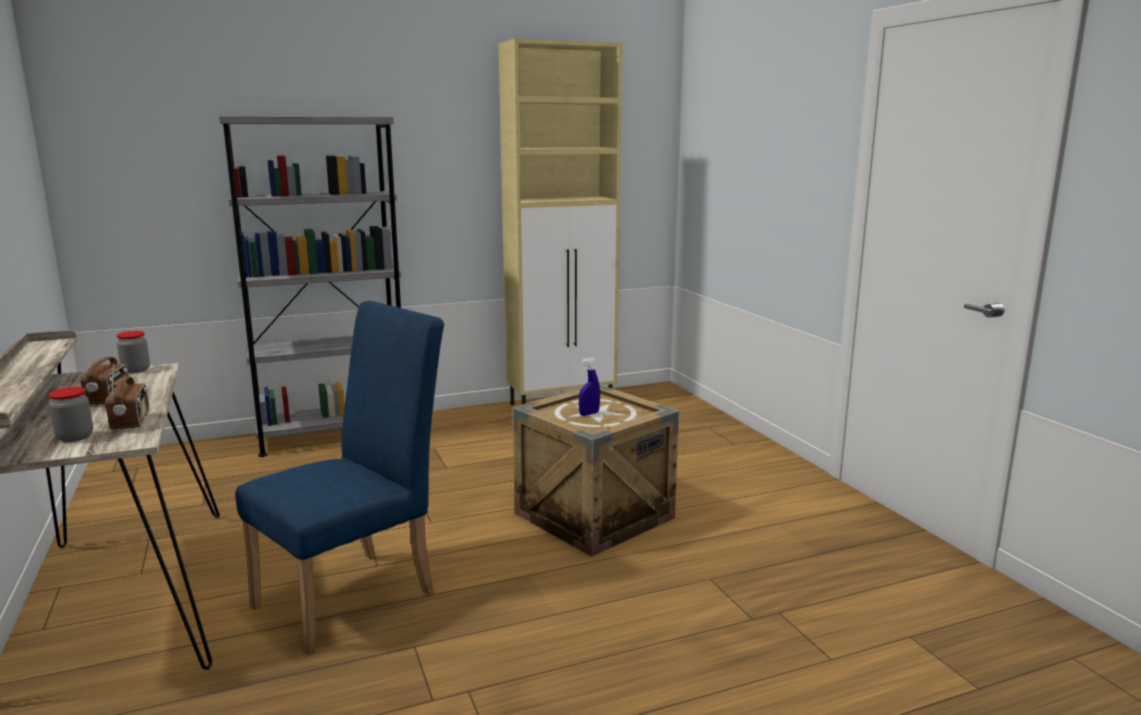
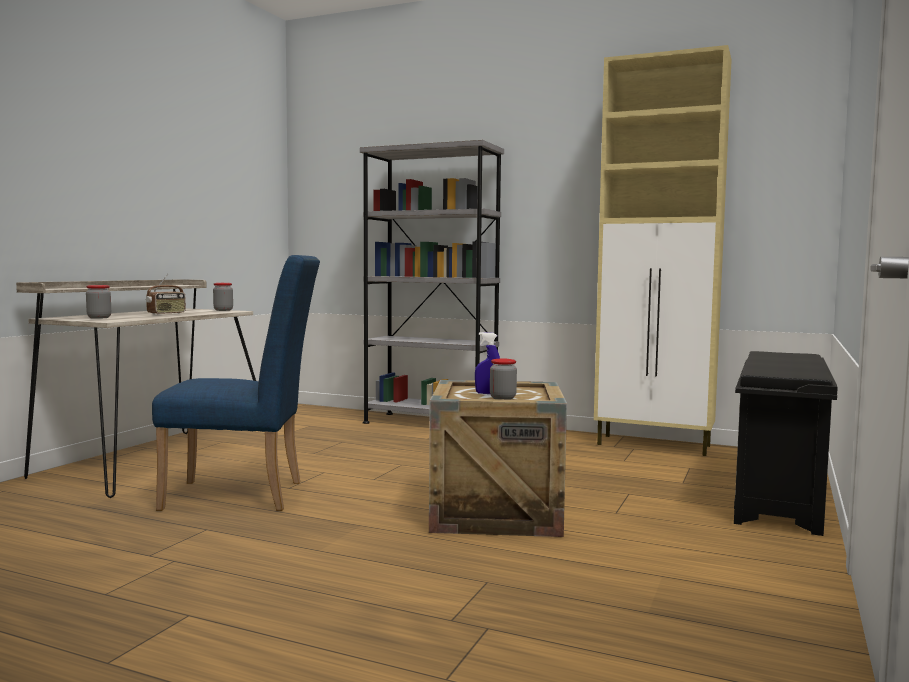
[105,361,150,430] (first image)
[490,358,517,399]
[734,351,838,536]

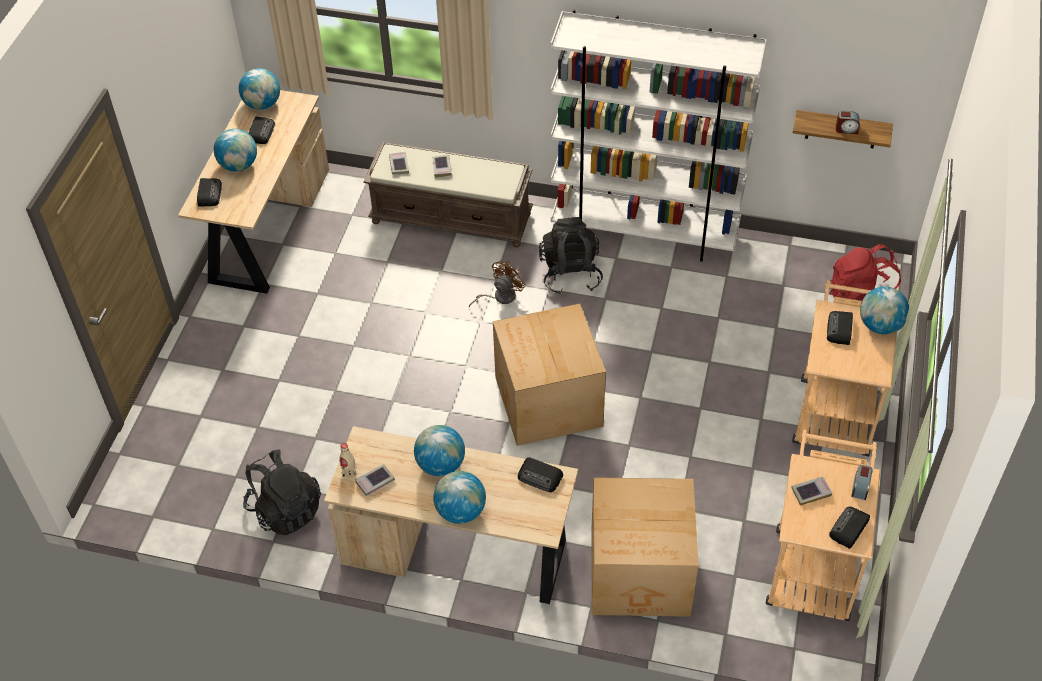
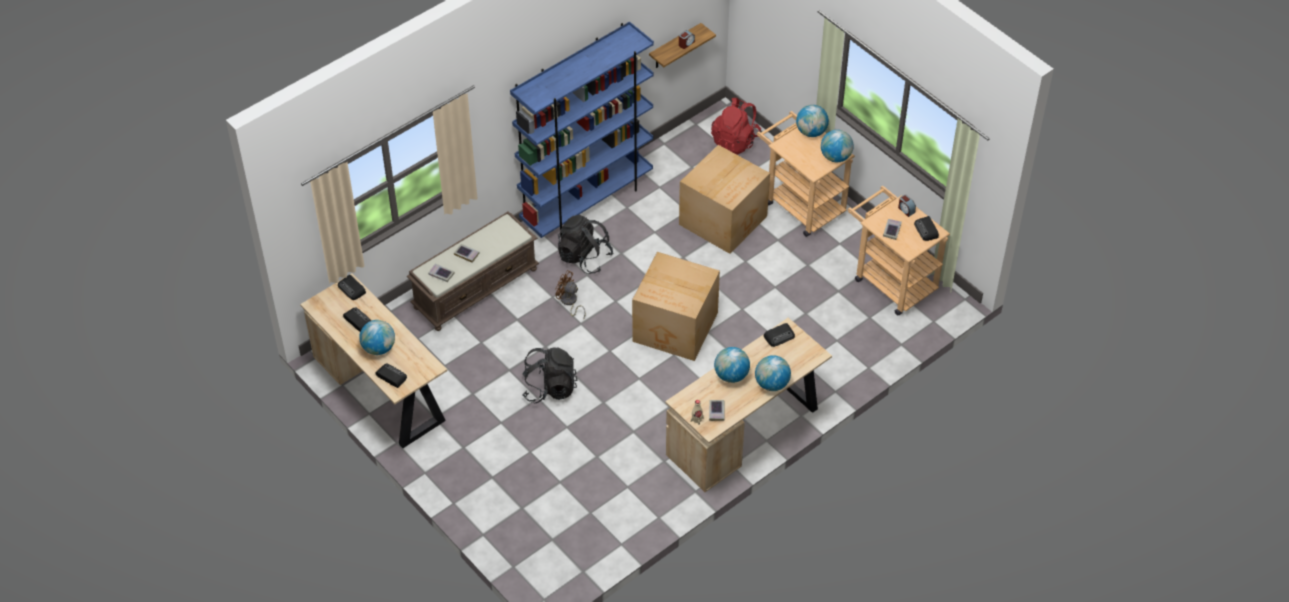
[821,130,854,162]
[522,348,577,403]
[555,270,586,320]
[510,21,654,238]
[679,145,770,254]
[338,275,366,300]

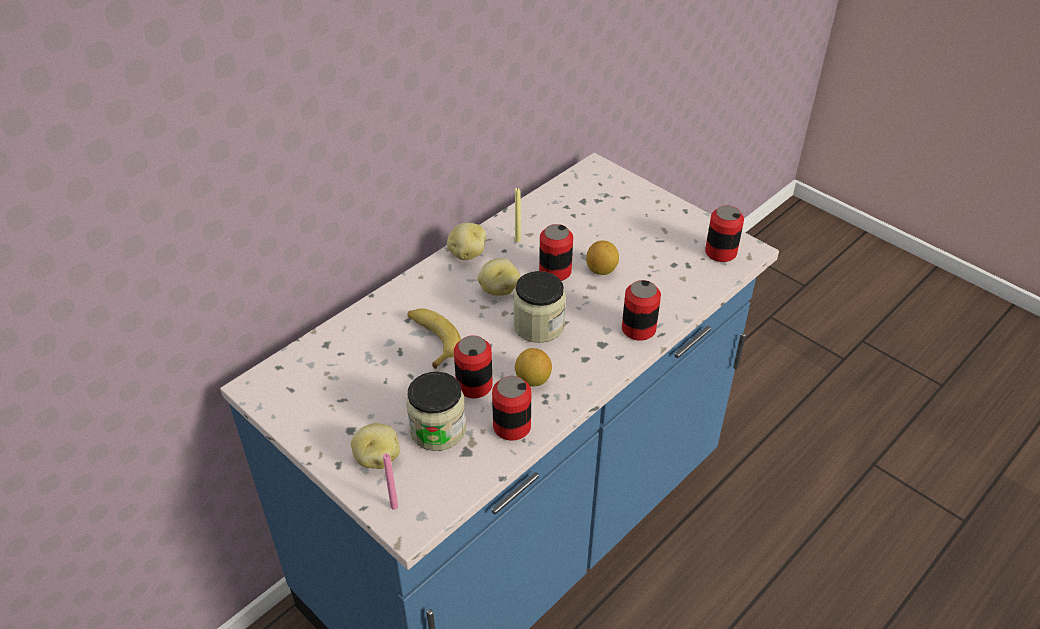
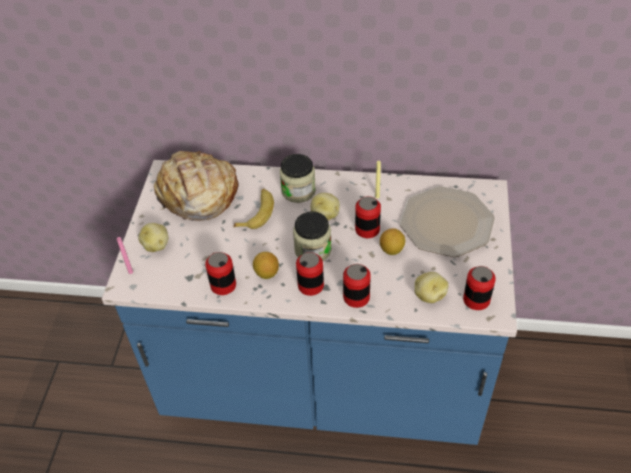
[280,154,316,203]
[415,272,448,303]
[296,252,324,296]
[154,151,239,221]
[400,186,495,257]

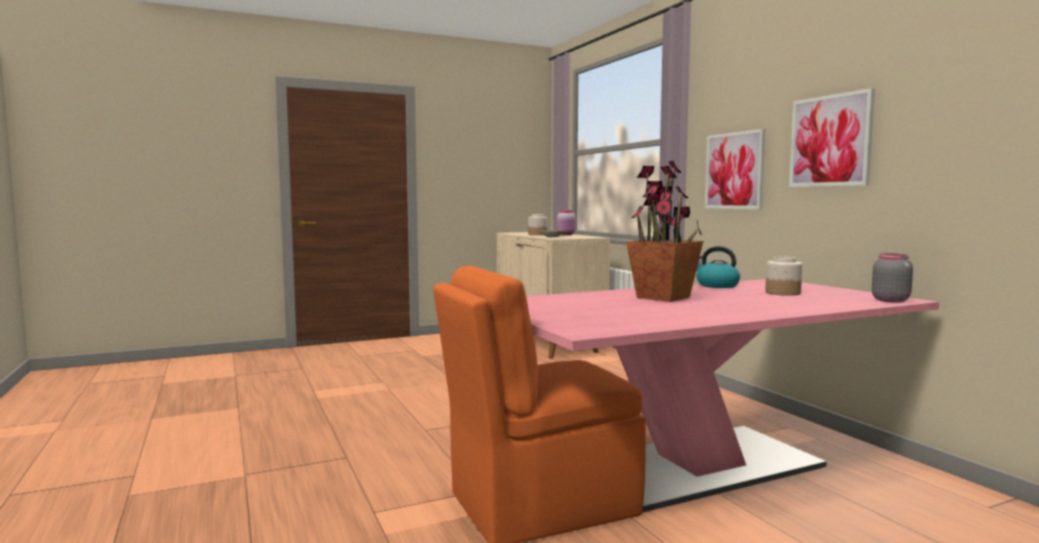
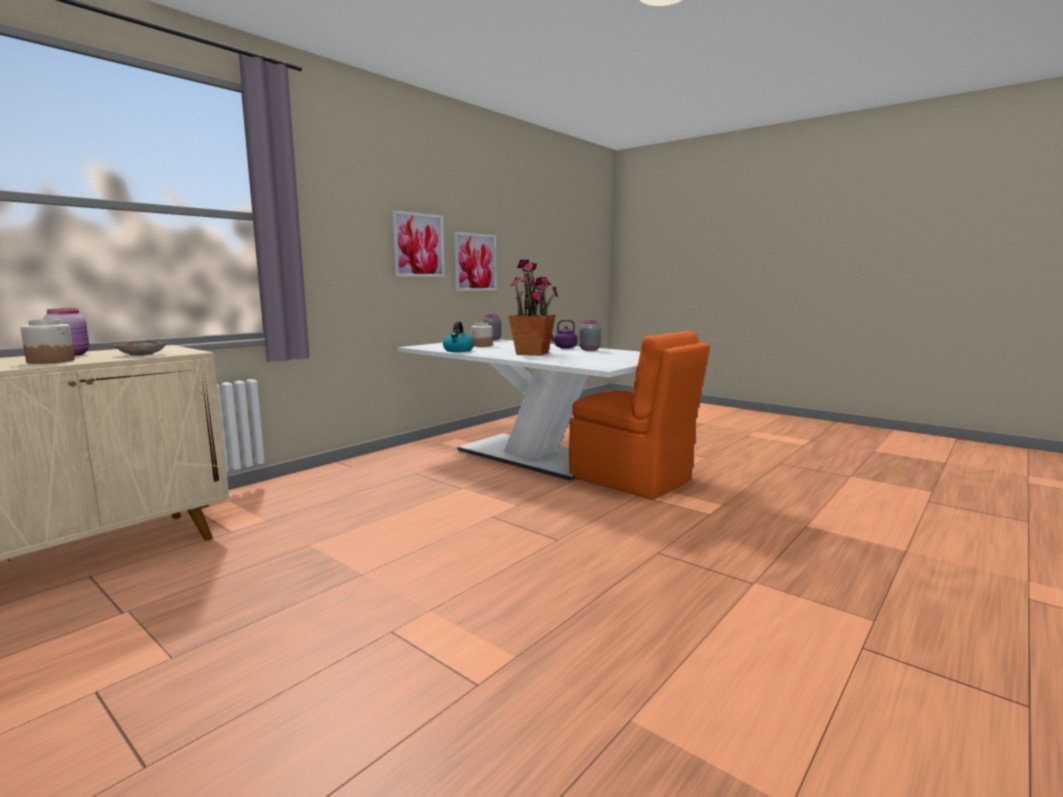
[398,339,640,480]
[454,232,497,291]
[551,320,577,349]
[579,320,601,351]

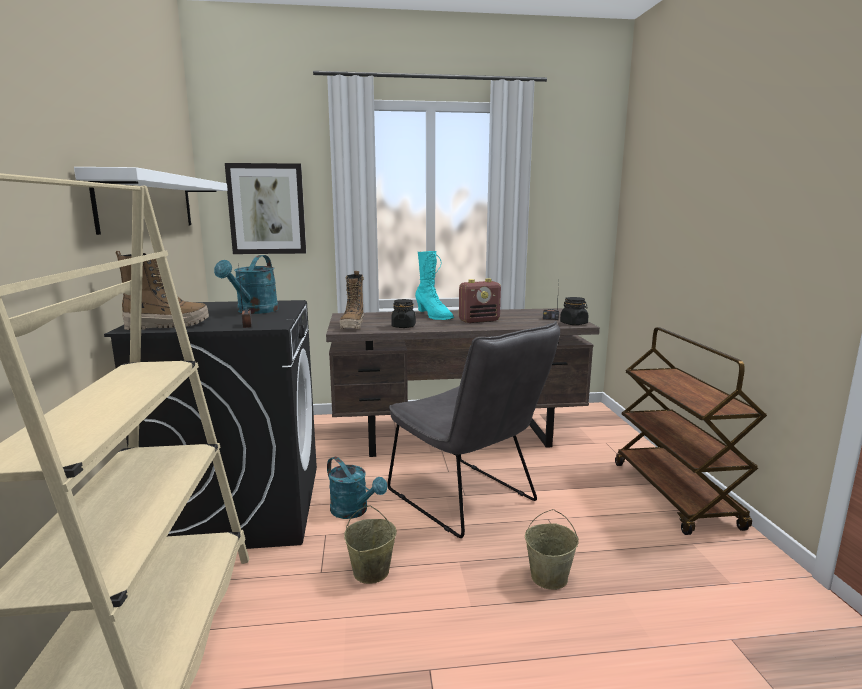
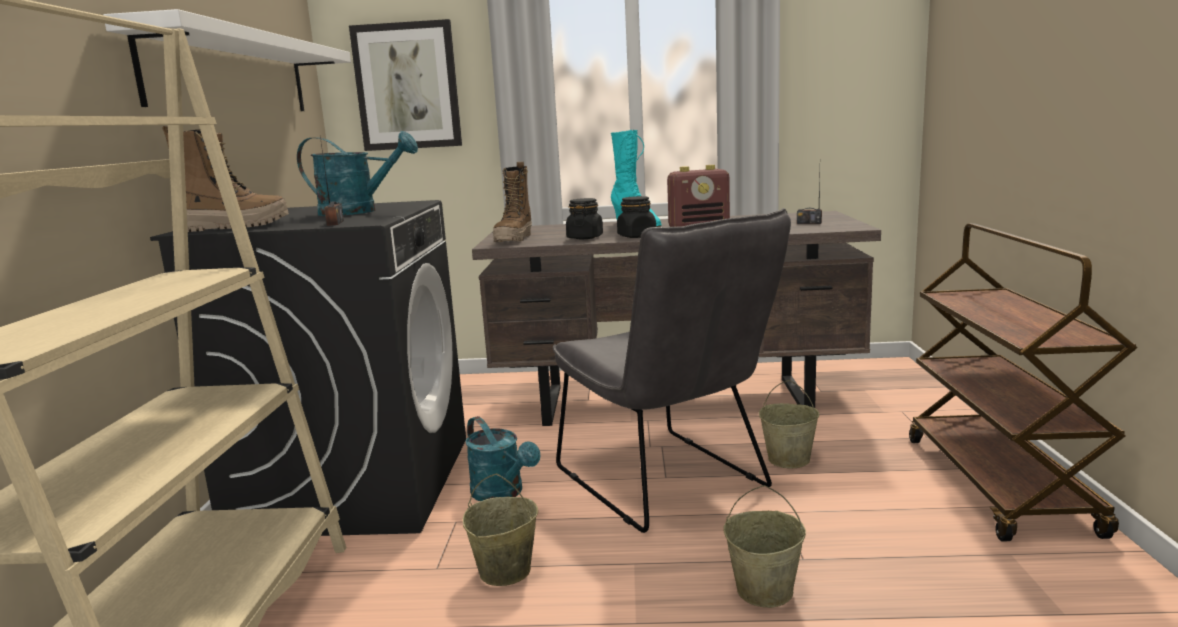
[297,131,418,216]
[617,196,656,238]
[759,380,819,469]

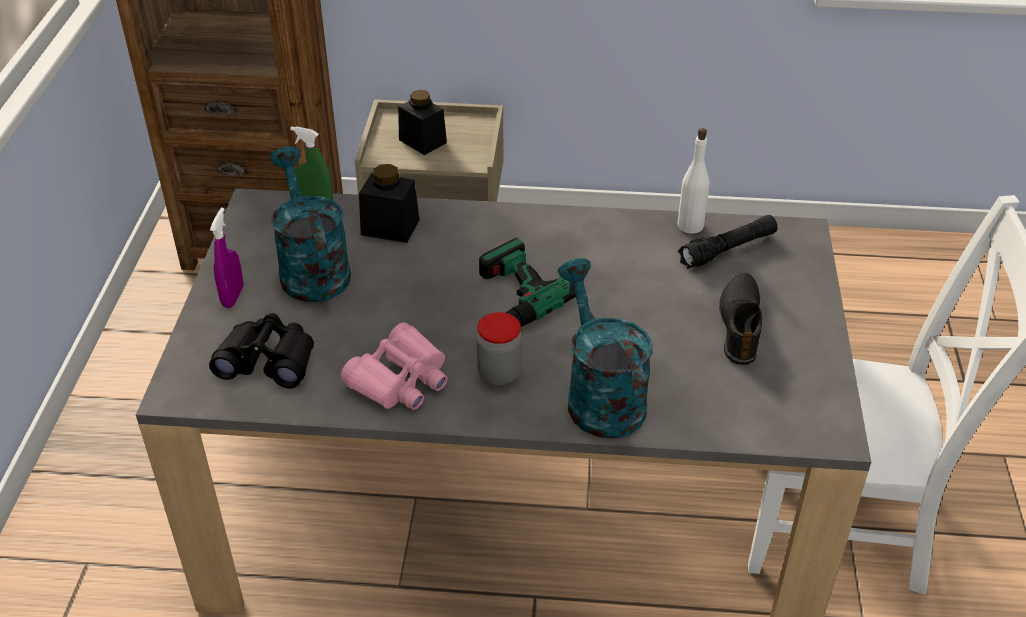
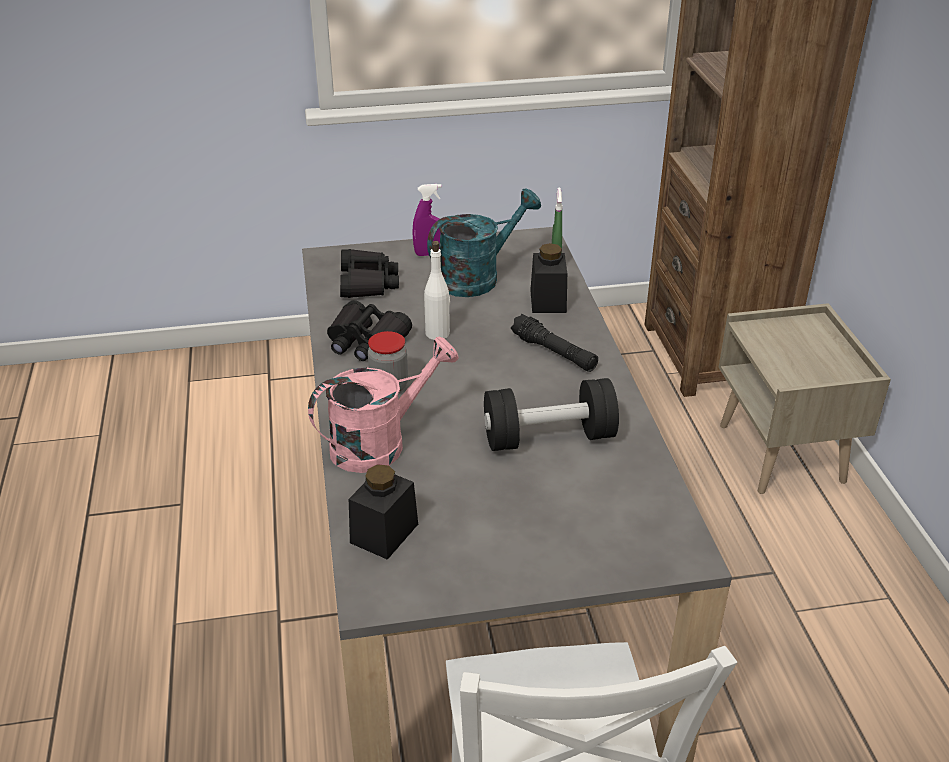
[327,300,412,361]
[349,464,418,560]
[479,238,576,327] (first image)
[308,337,459,473]
[424,241,450,340]
[511,314,598,372]
[719,273,762,365] (first image)
[484,378,619,451]

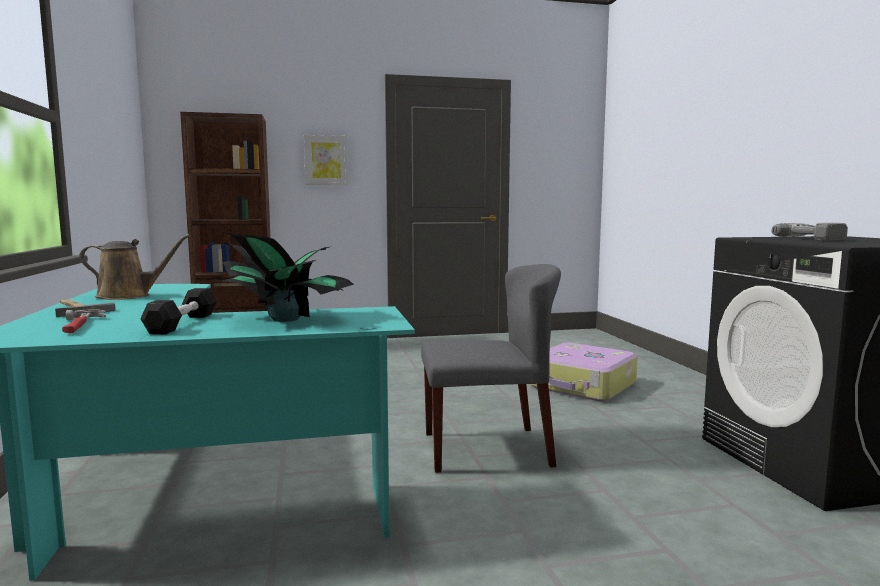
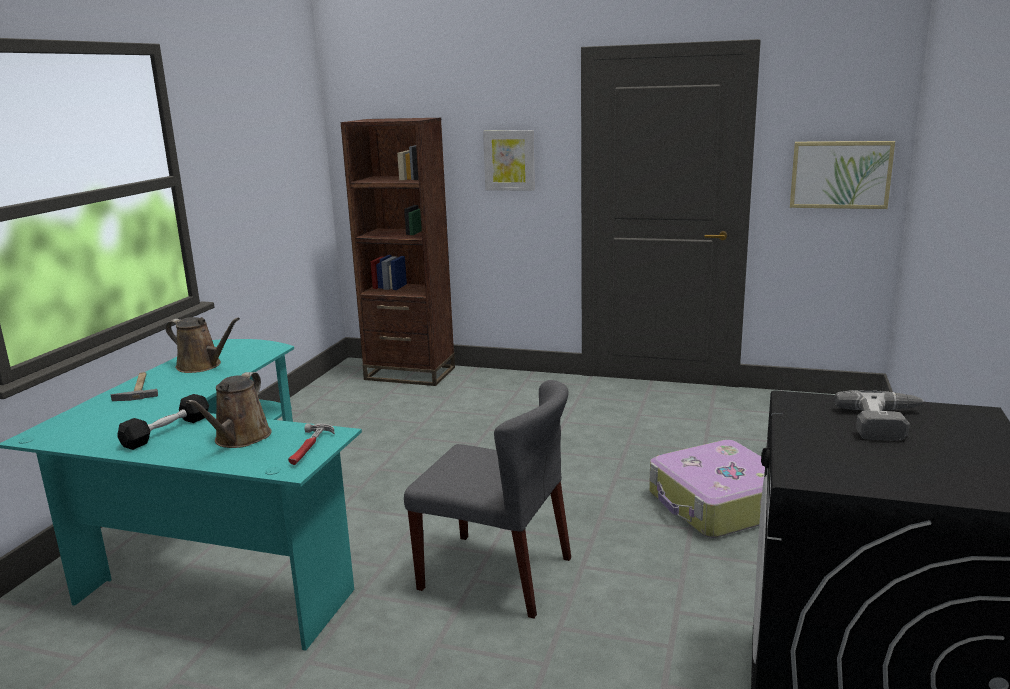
[288,424,335,465]
[186,372,272,448]
[790,141,895,209]

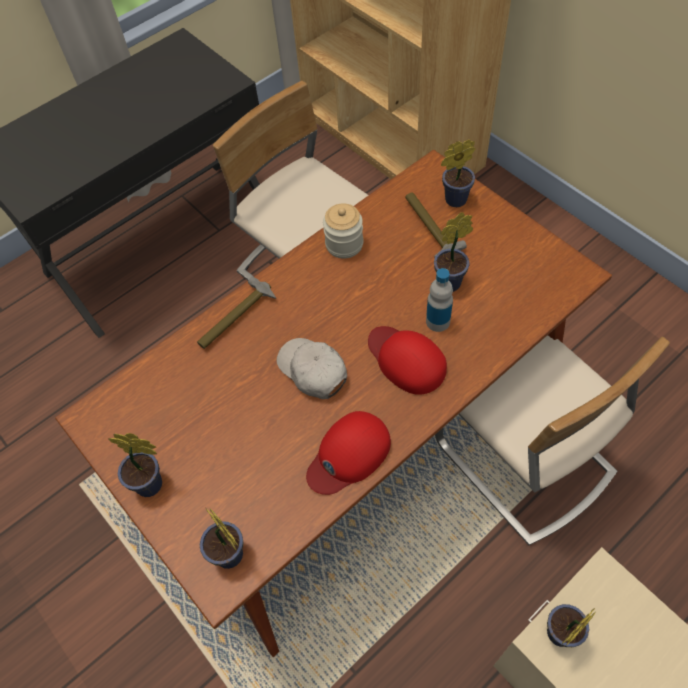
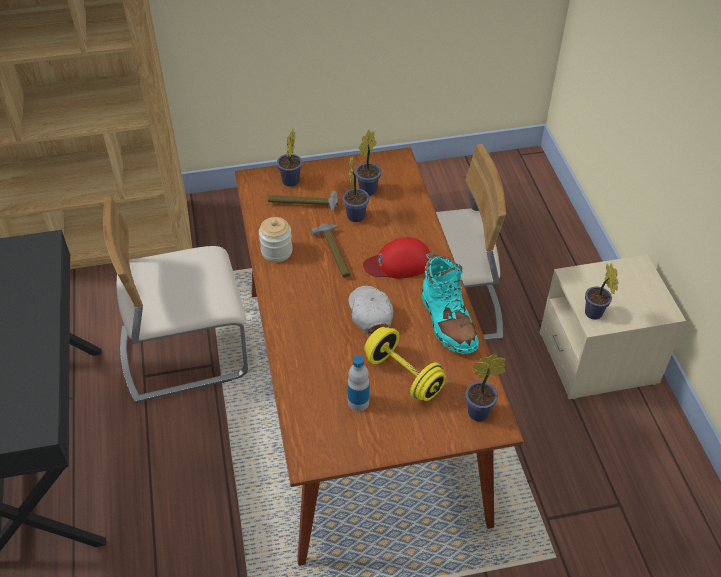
[355,130,381,196]
[311,223,350,278]
[349,286,393,334]
[421,251,479,354]
[348,355,370,411]
[364,327,446,401]

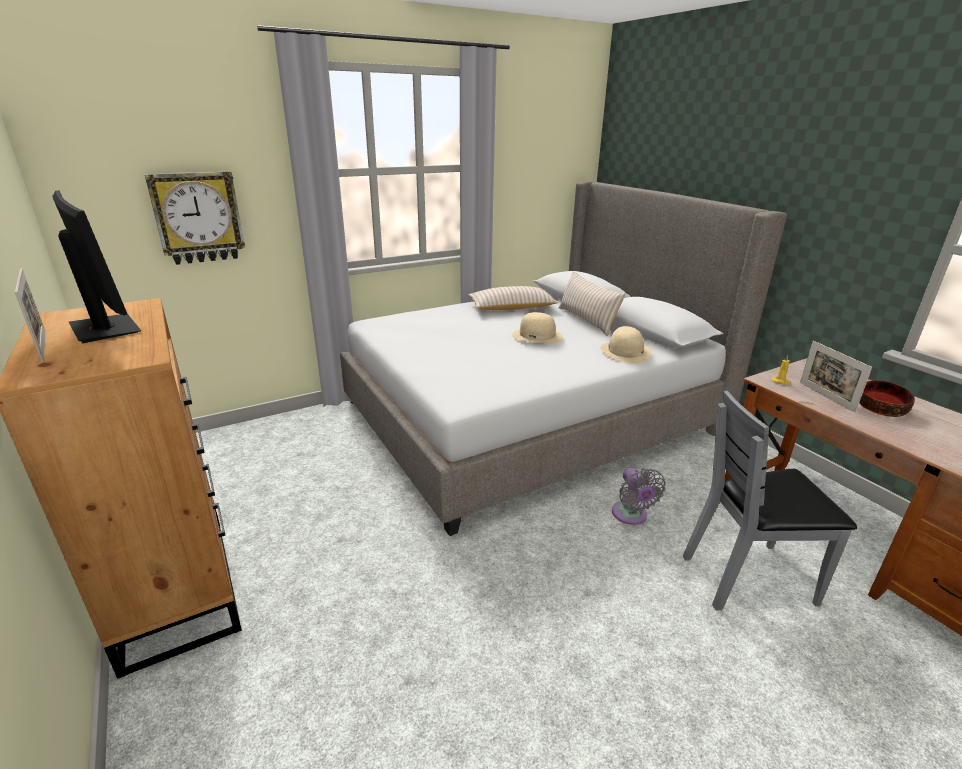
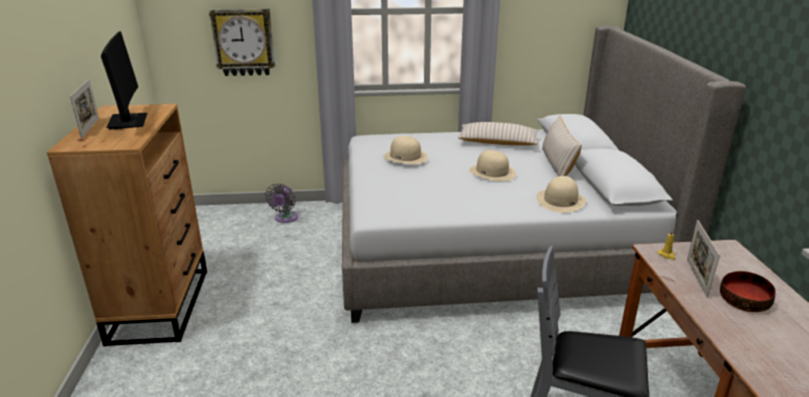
[265,183,298,223]
[384,136,428,164]

